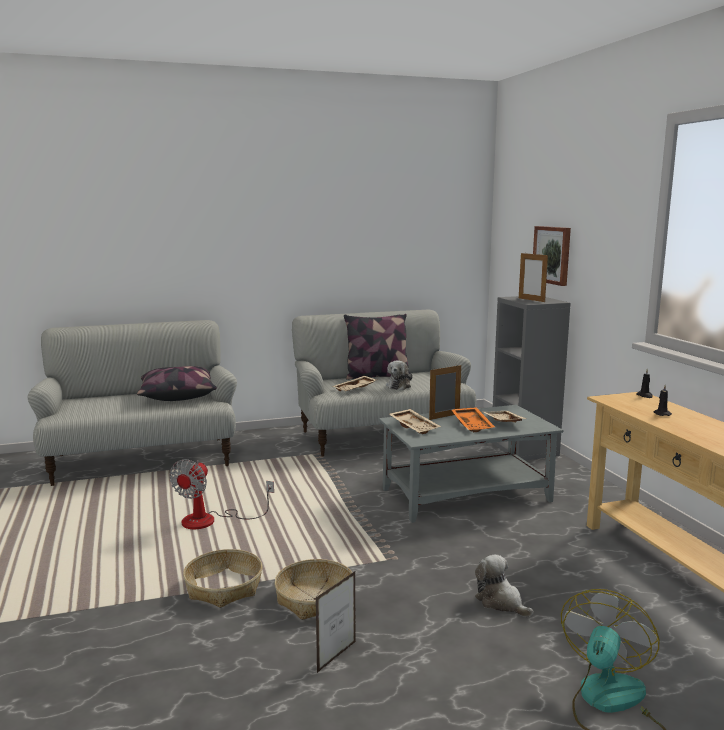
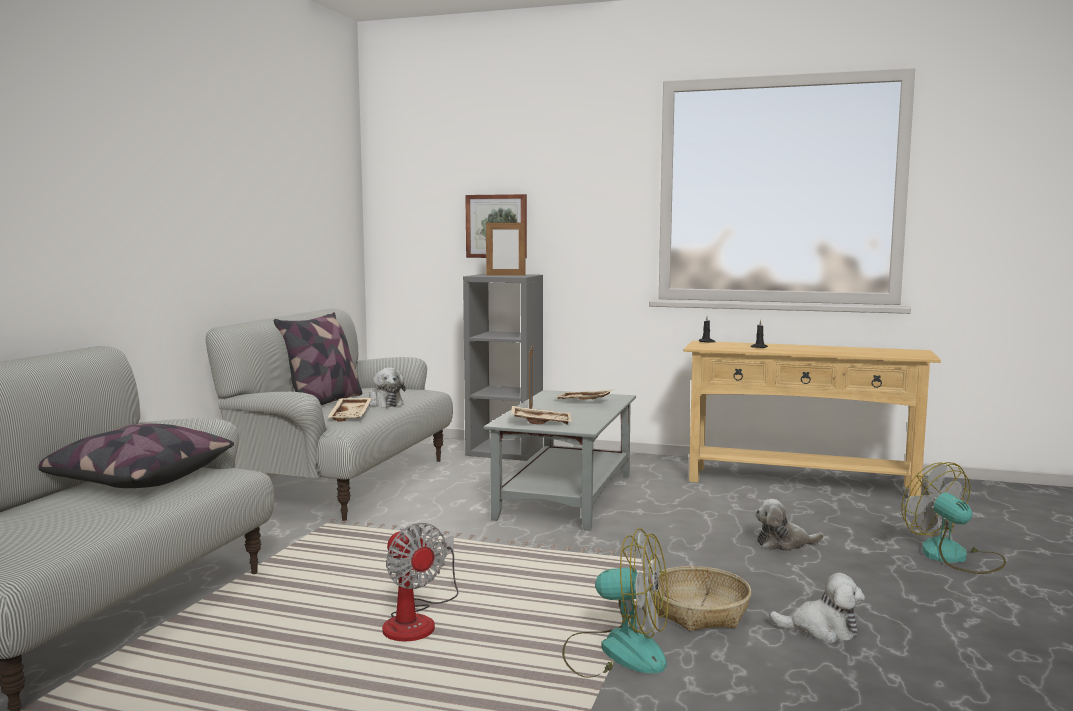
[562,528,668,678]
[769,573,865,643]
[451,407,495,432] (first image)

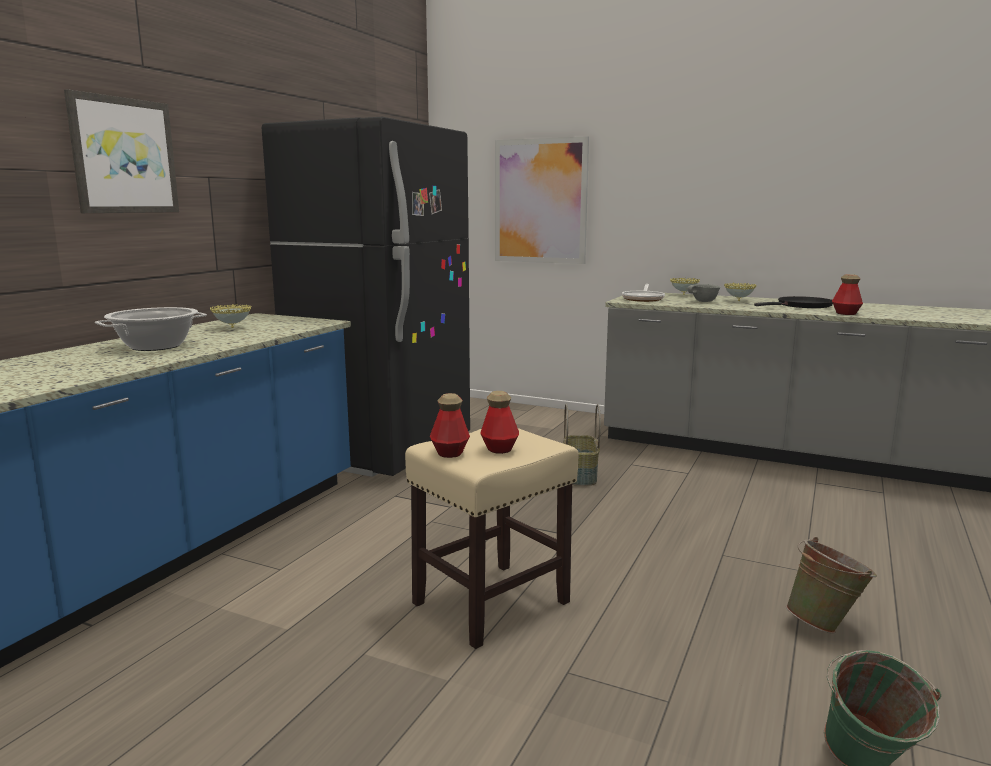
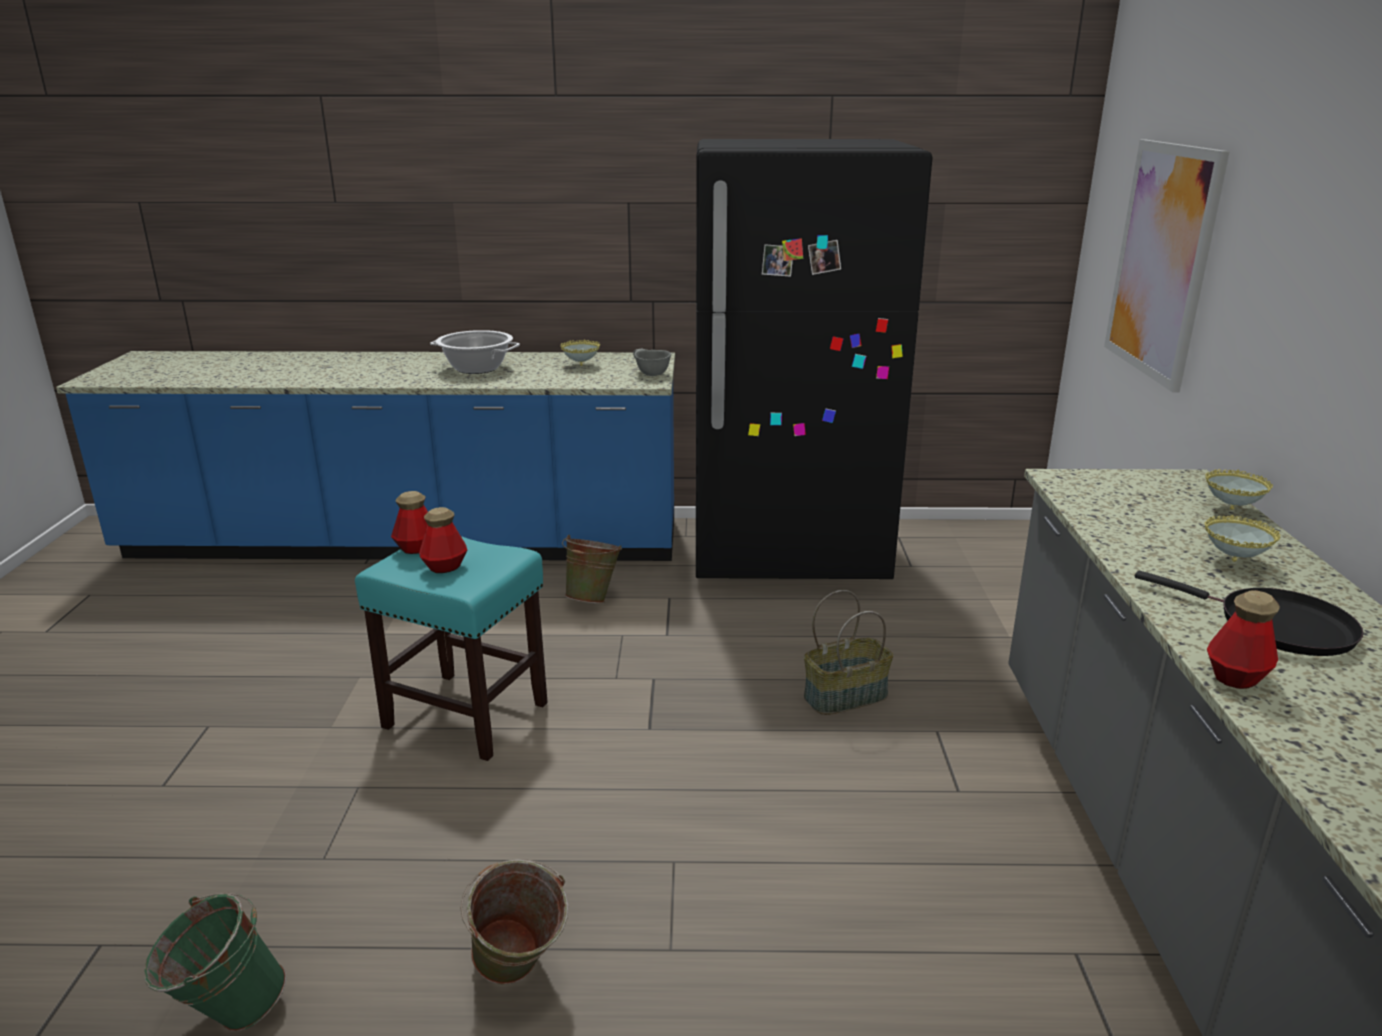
[64,89,179,213] (first image)
[355,536,548,761]
[622,284,665,302] (first image)
[633,349,671,376]
[562,535,622,603]

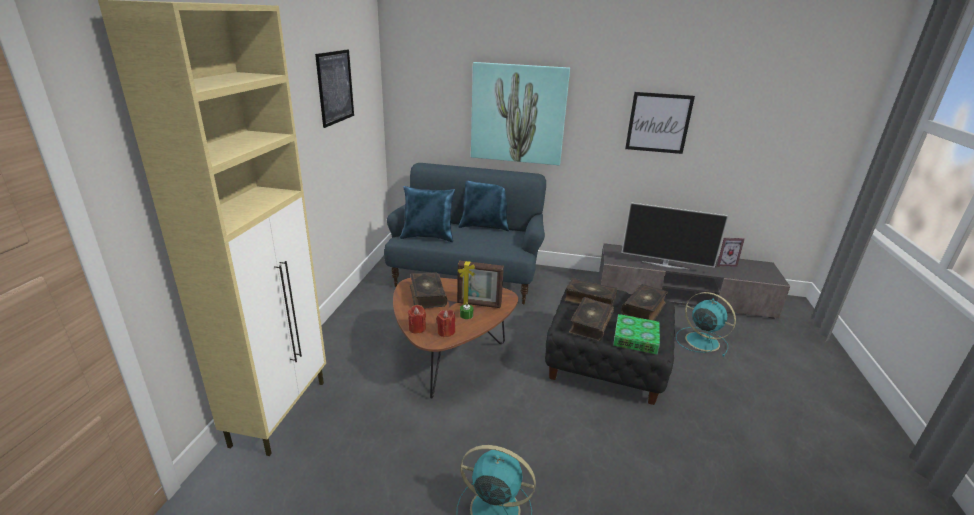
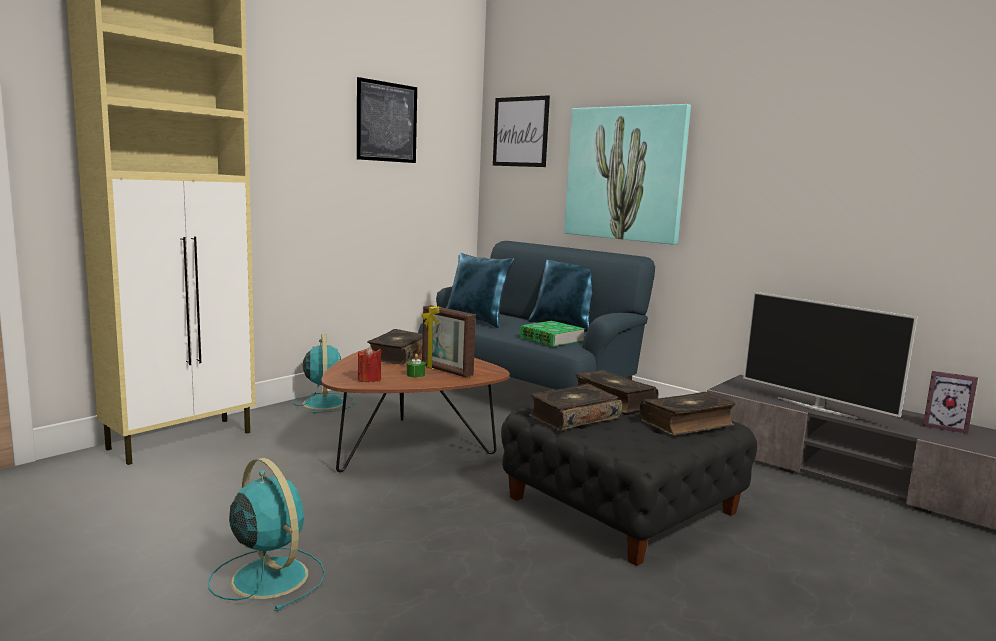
[408,305,426,334] (first image)
[520,321,585,346]
[493,95,550,167]
[293,334,354,414]

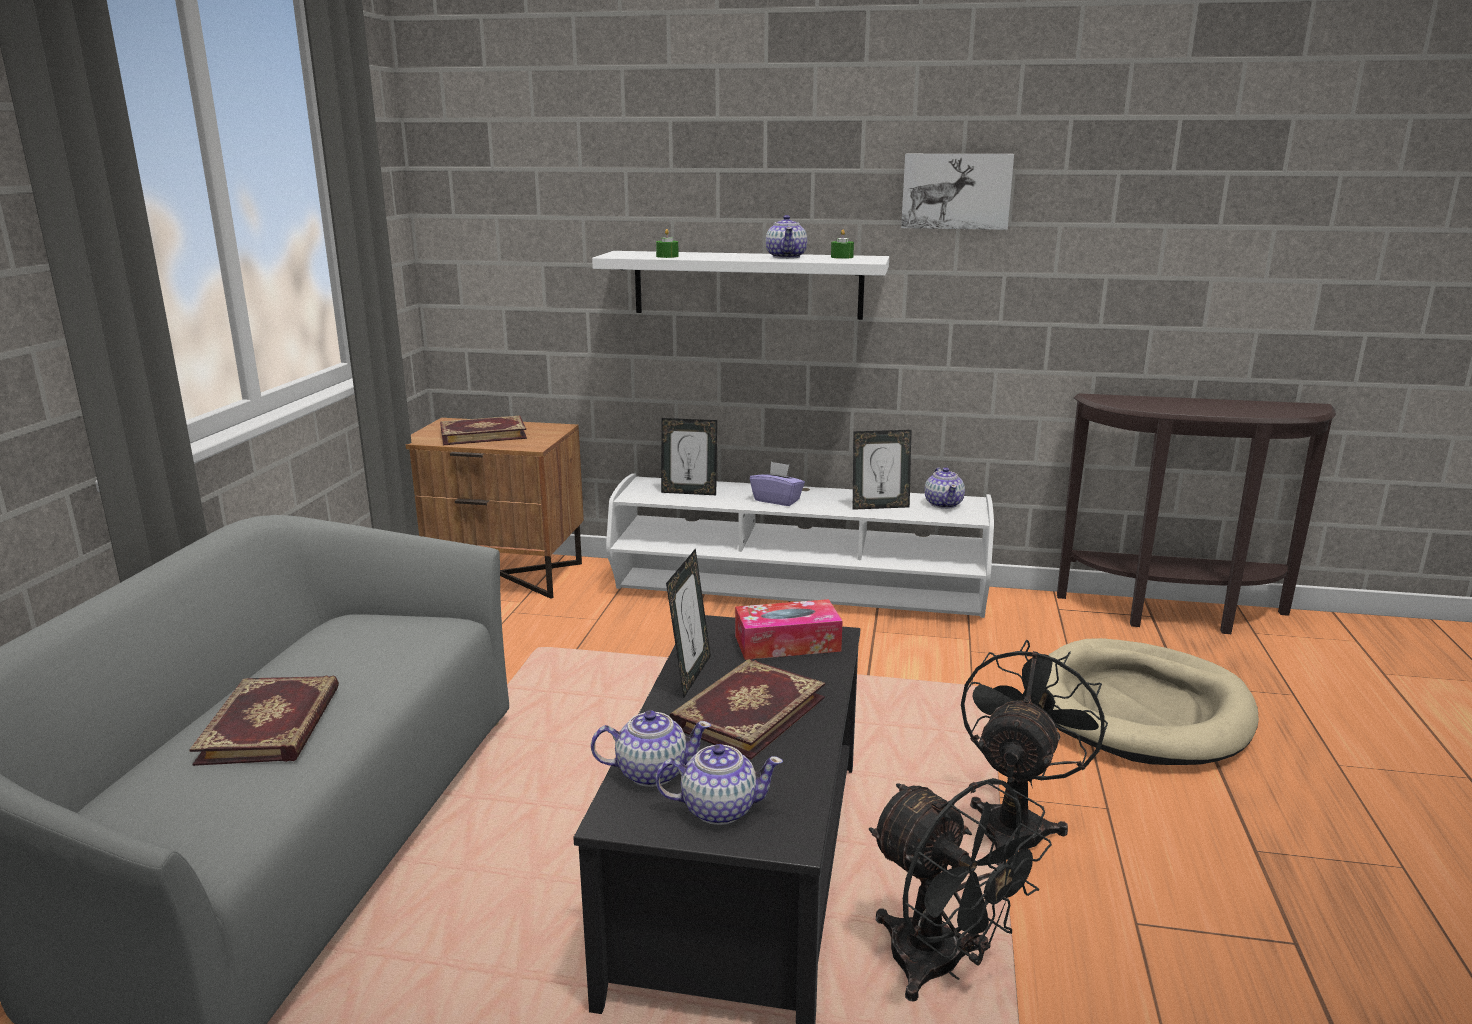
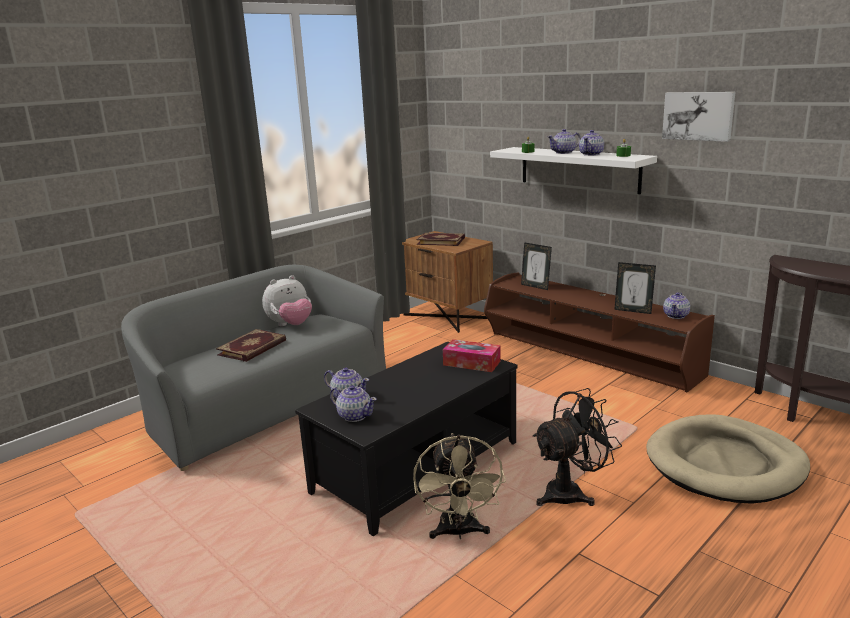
[484,272,715,392]
[666,548,711,698] (first image)
[669,659,825,759] (first image)
[750,461,805,506] (first image)
[413,433,506,539]
[262,275,312,326]
[547,129,580,154]

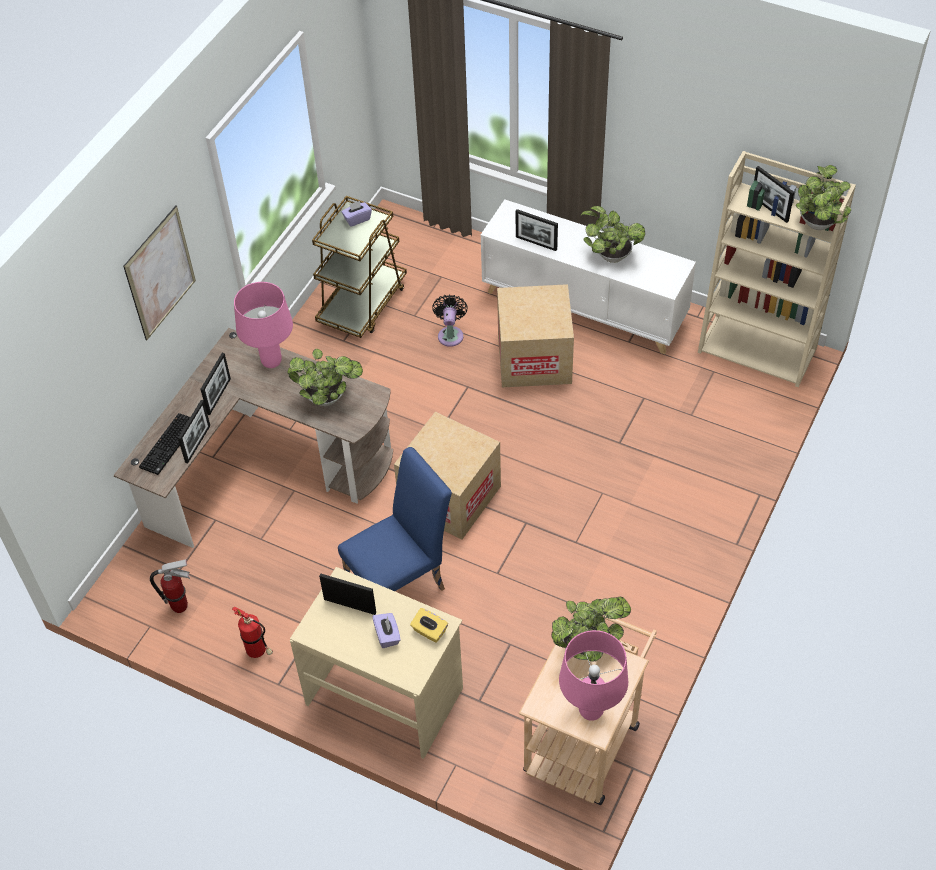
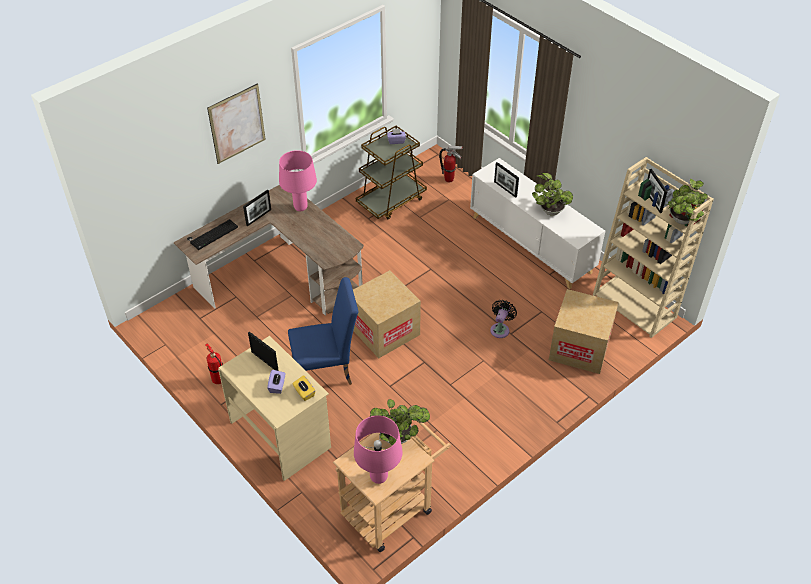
[439,146,463,183]
[178,400,210,464] (first image)
[287,349,363,406] (first image)
[490,300,517,338]
[549,289,619,374]

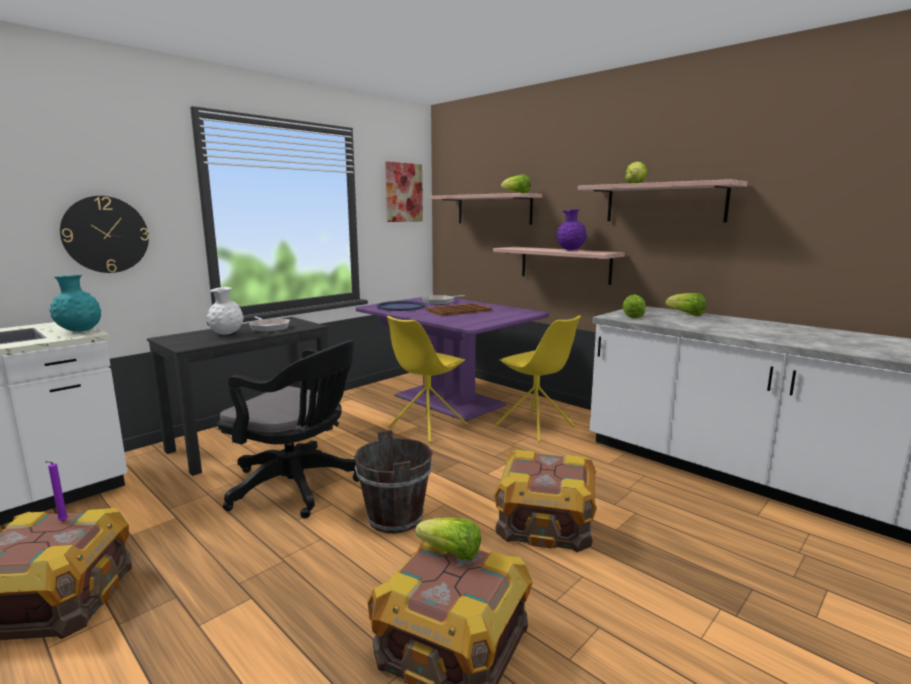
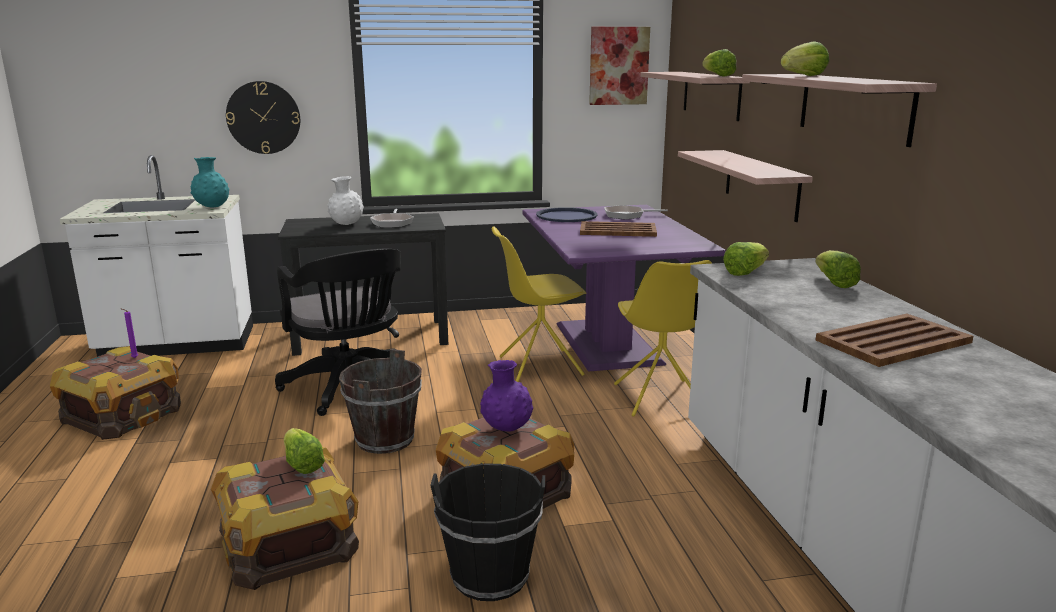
[480,360,533,431]
[430,463,545,601]
[816,314,973,367]

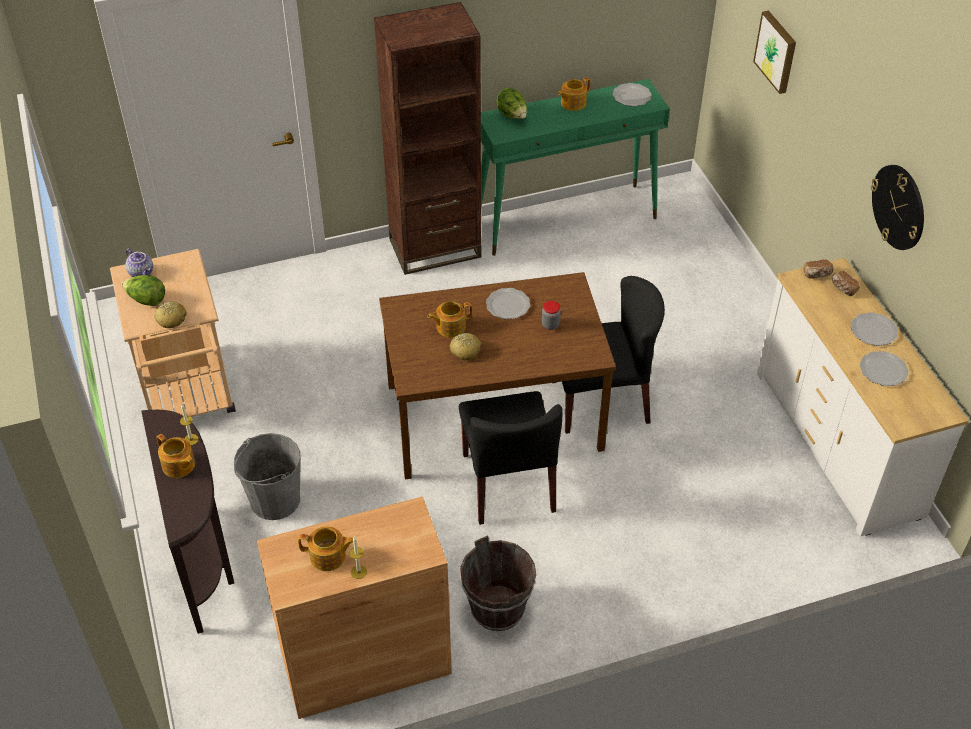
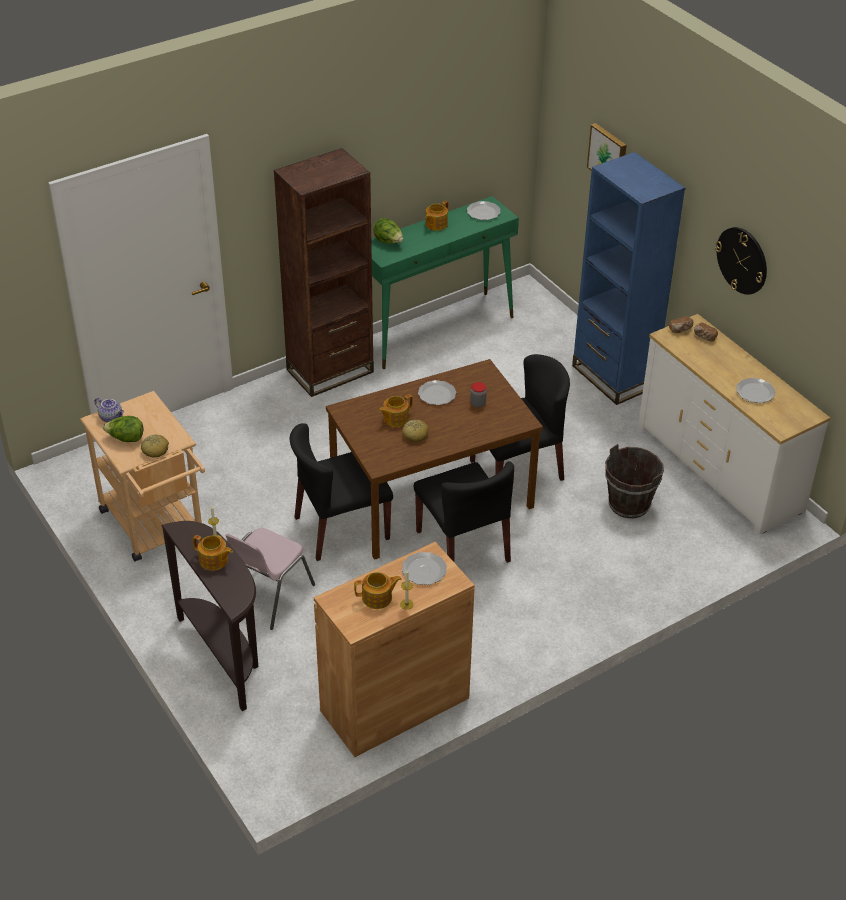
[225,528,315,630]
[605,444,664,519]
[402,552,447,585]
[290,423,393,561]
[572,152,685,405]

